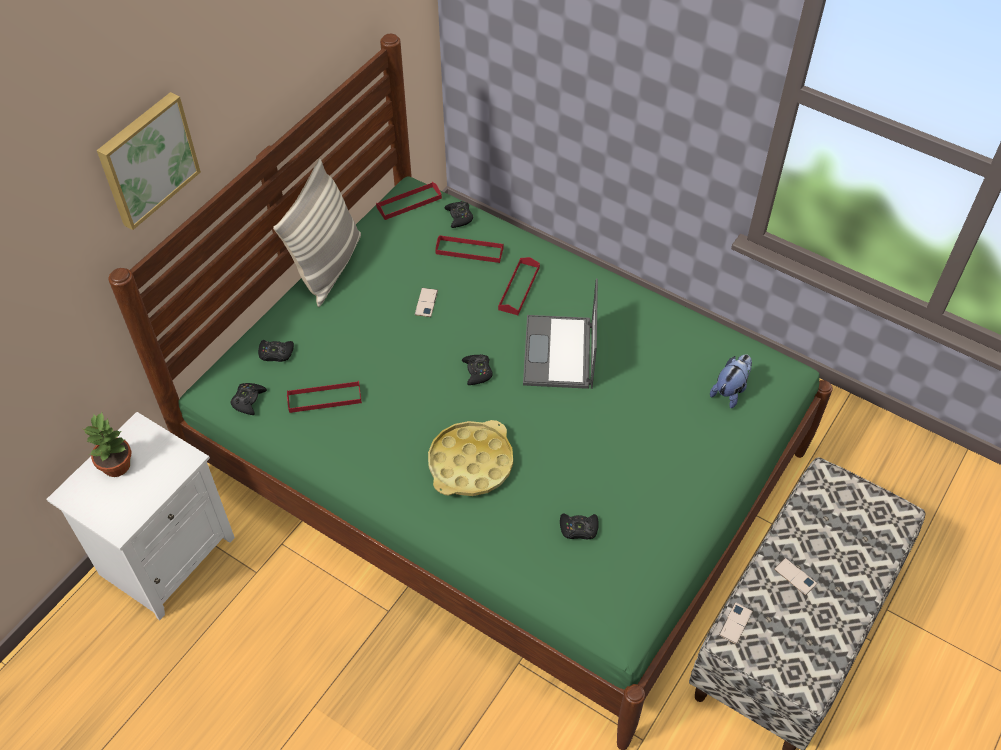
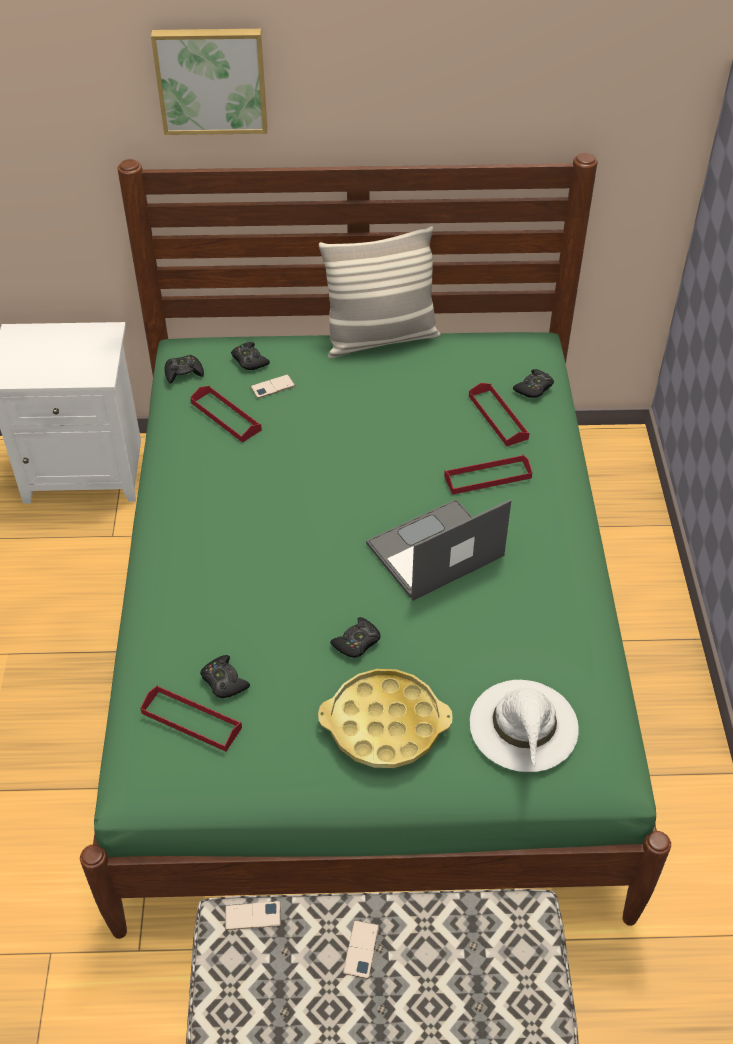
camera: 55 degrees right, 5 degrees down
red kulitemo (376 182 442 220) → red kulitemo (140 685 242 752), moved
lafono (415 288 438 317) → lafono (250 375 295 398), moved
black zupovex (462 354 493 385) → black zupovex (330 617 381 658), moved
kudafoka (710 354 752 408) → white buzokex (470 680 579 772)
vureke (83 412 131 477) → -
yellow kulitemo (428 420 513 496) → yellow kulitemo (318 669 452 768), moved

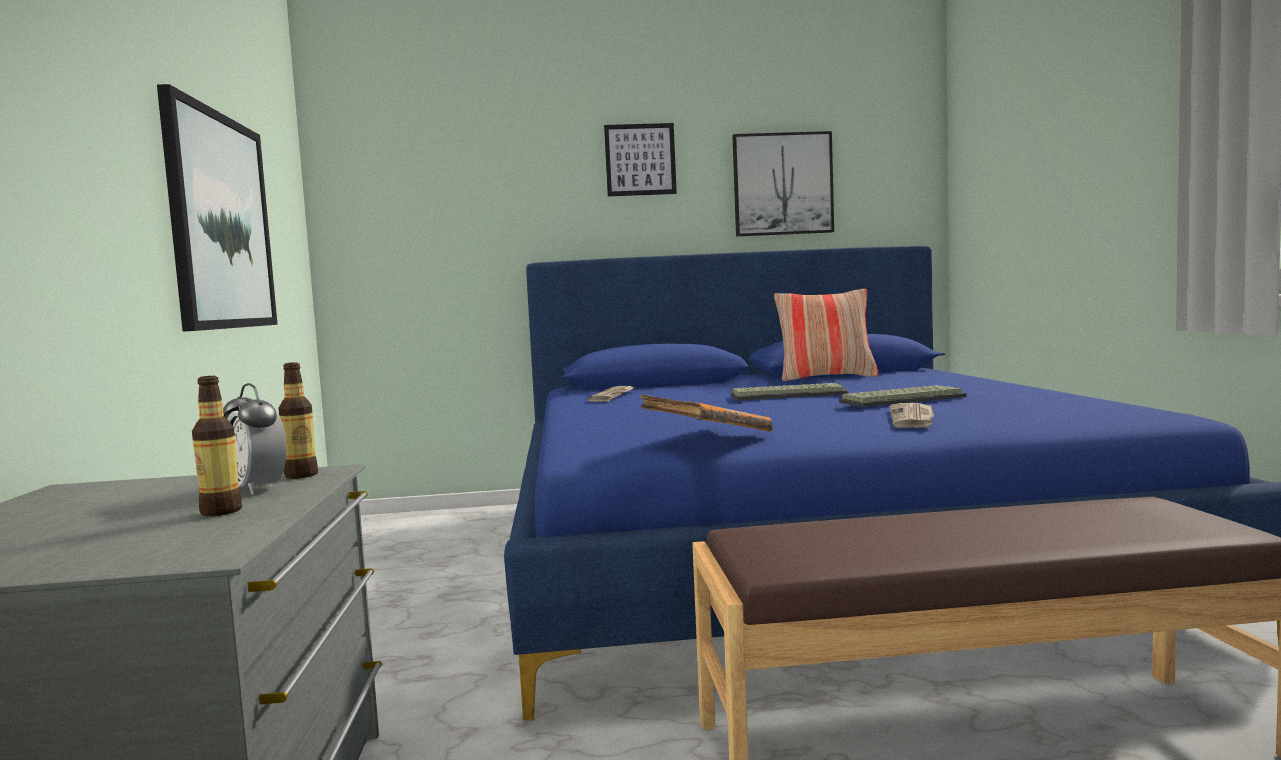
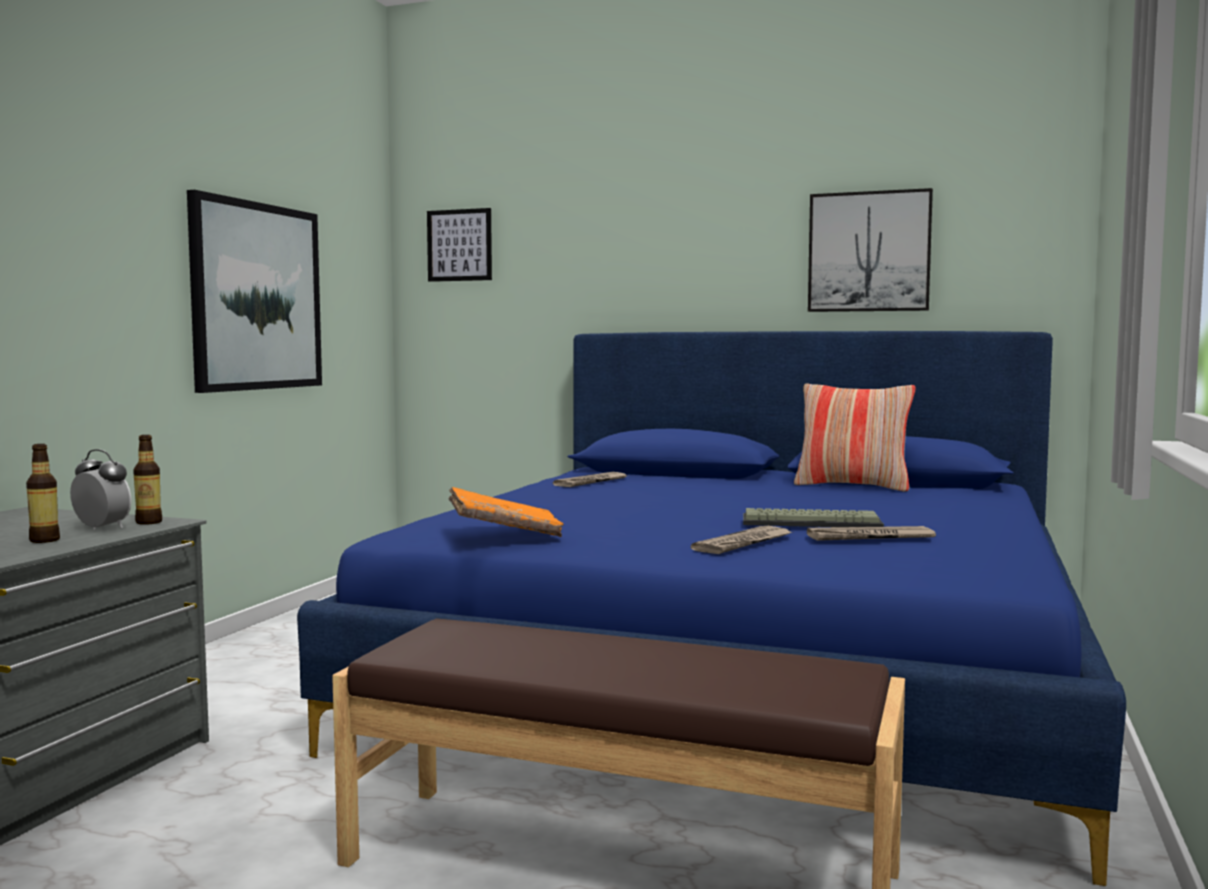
camera: 25 degrees right, 0 degrees up
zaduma (604 123 677 196) → zaduma (427 208 492 282), moved
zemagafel (223 383 286 495) → zemagafel (70 449 132 530), 135 degrees clockwise
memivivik (730 383 848 401) → -
- → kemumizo (807 526 936 541)

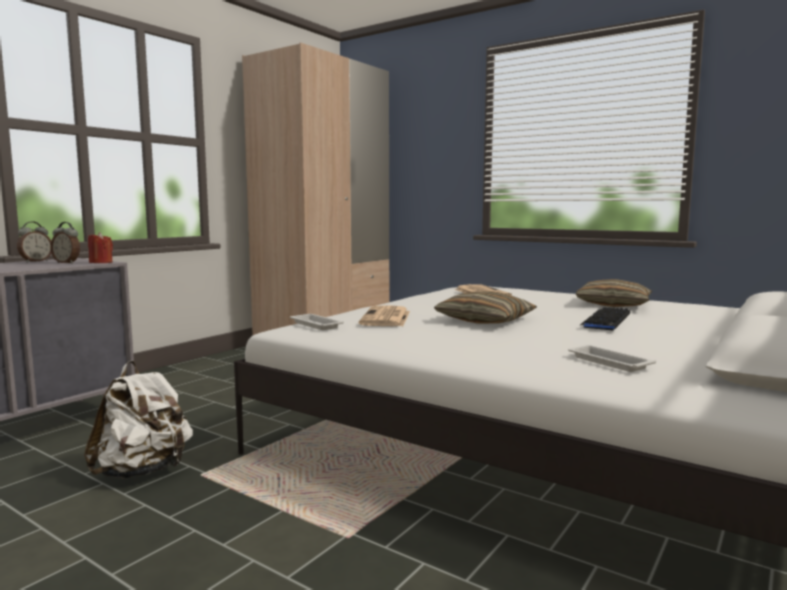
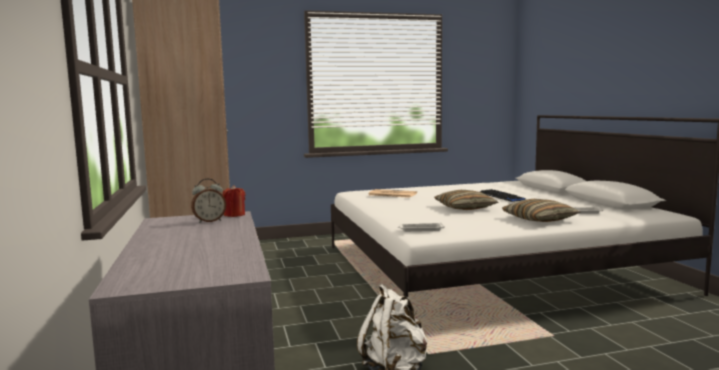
camera: 50 degrees left, 0 degrees up
zemagafel (17 221 51 263) → -
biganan (576 279 652 307) → biganan (502 199 581 222), moved
kemumizo (359 305 410 326) → -

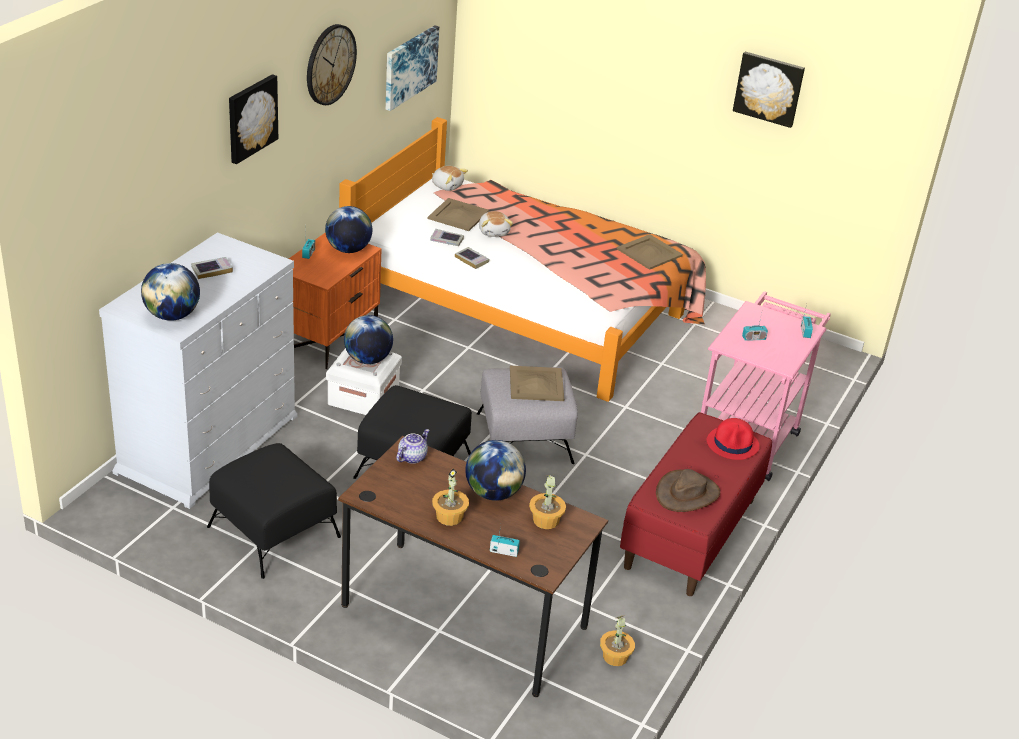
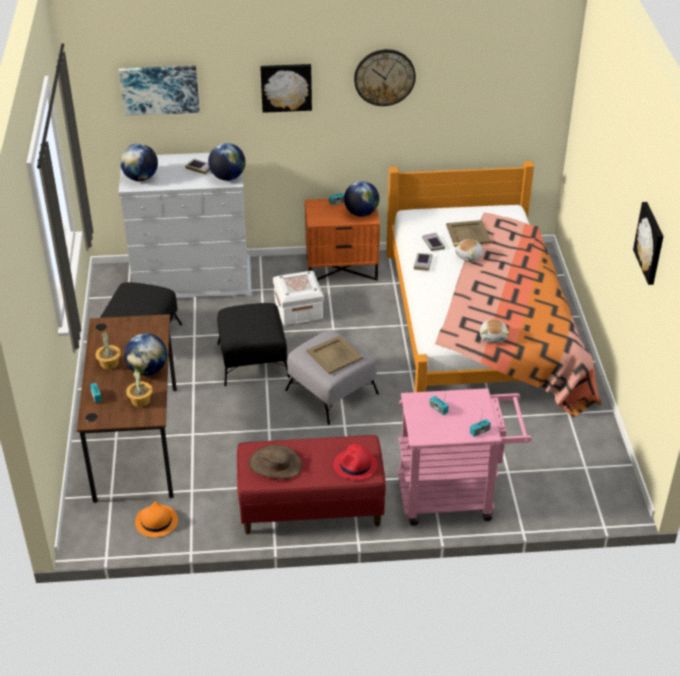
camera: 60 degrees right, 5 degrees up
zaduma (386 25 439 111) → zaduma (119 66 200 116), moved
kudafoka (432 166 468 191) → kudafoka (480 319 509 343), moved
beige kulitemo (617 234 683 270) → -
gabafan (344 315 393 364) → gabafan (208 143 246 181), moved
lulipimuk (396 429 430 464) → -
vureke (600 616 635 666) → orange buzokex (135 502 178 537)

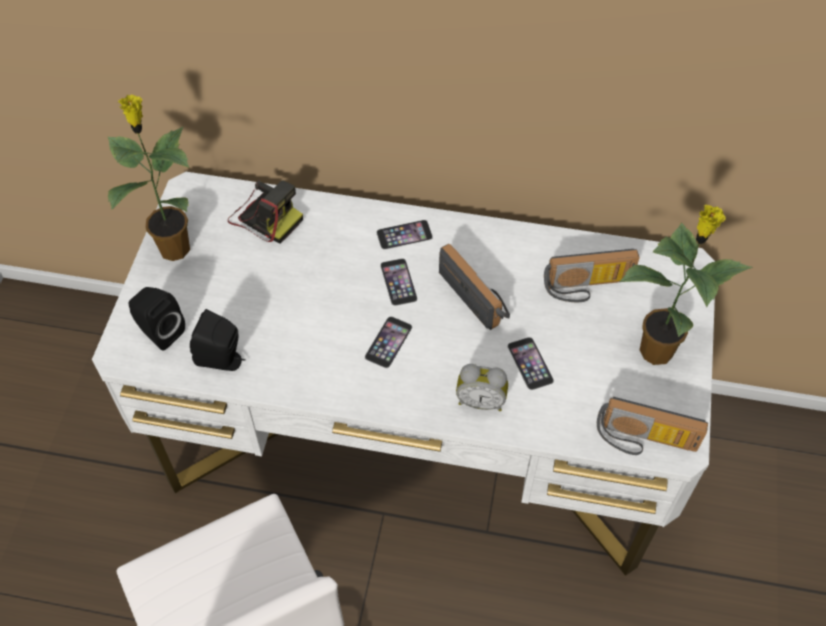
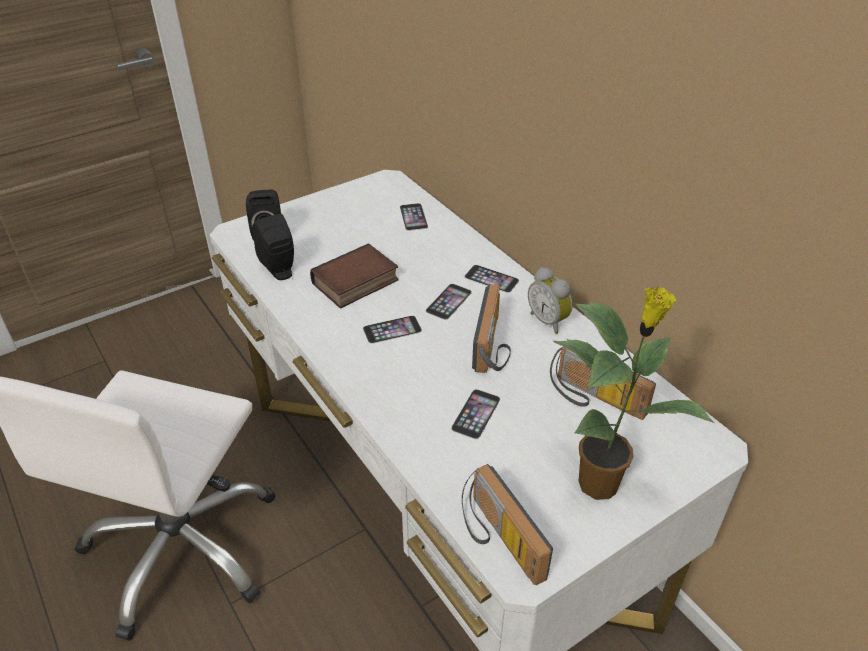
camera: 45 degrees right, 15 degrees down
vureke (108 94 190 261) → -
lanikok (228 180 303 244) → lafono (400 203 428 231)
zemagafel (456 364 508 411) → zemagafel (528 267 573 334), moved
- → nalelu (310 243 399 308)

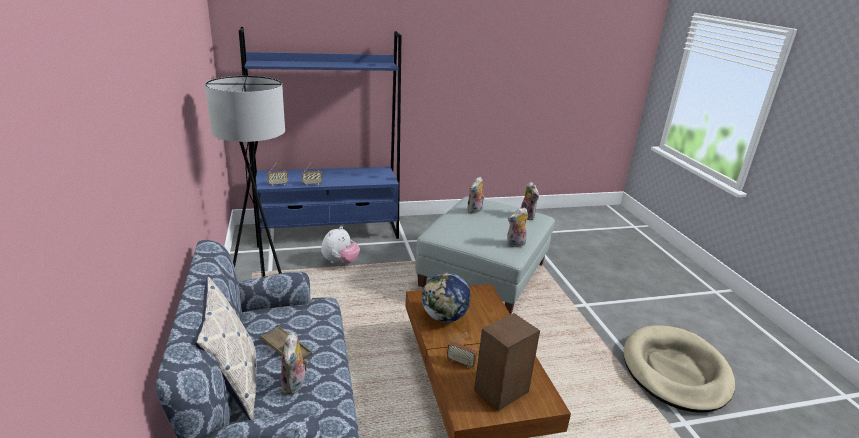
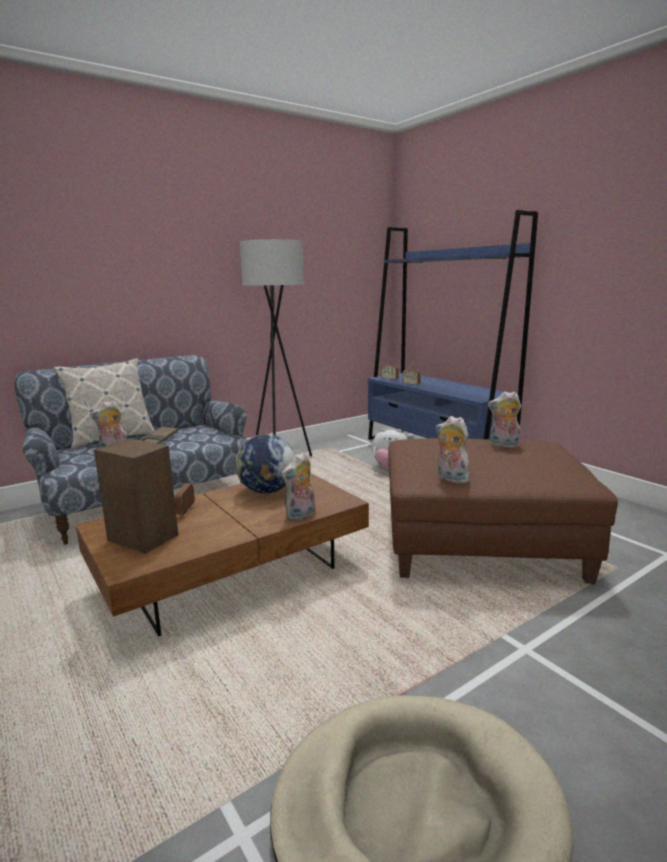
camera: 70 degrees right, 10 degrees down
kudafoka (520 182 539 220) → kudafoka (281 452 315 521), moved
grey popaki (415 197 555 314) → brown popaki (388 438 618 584)

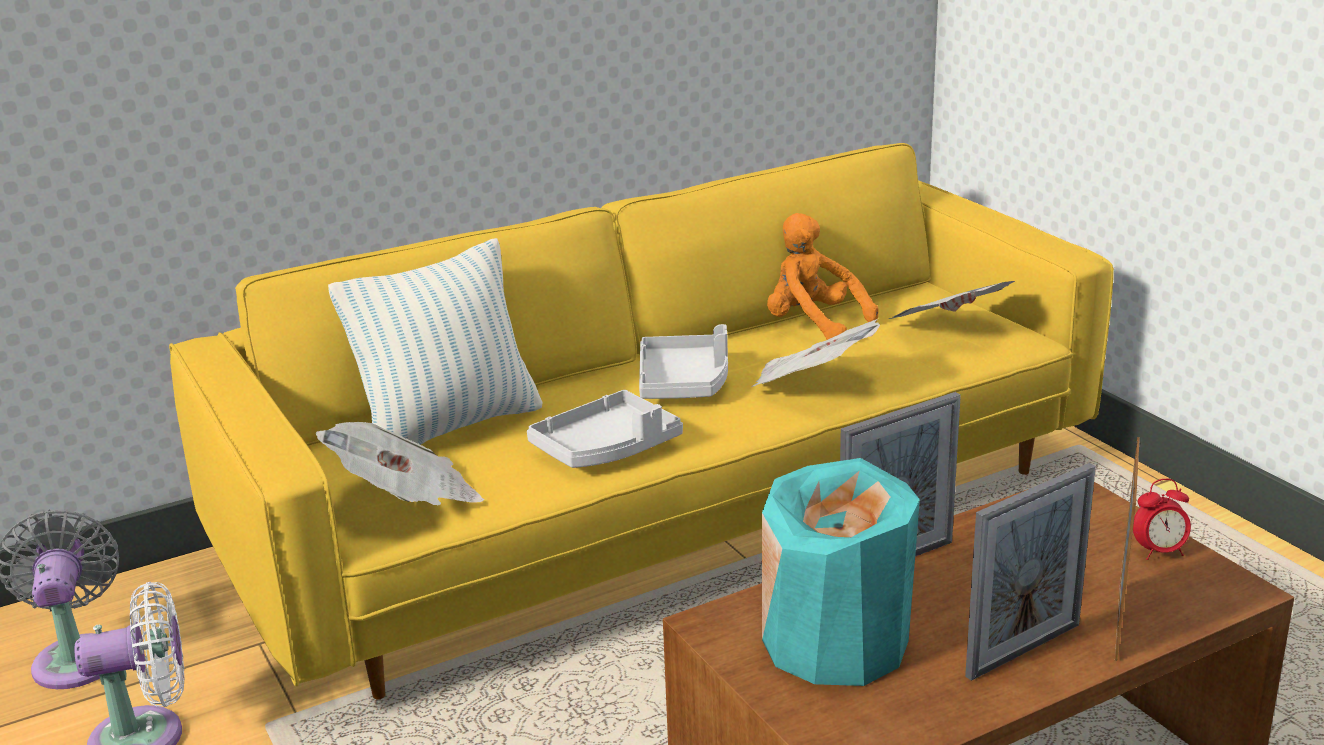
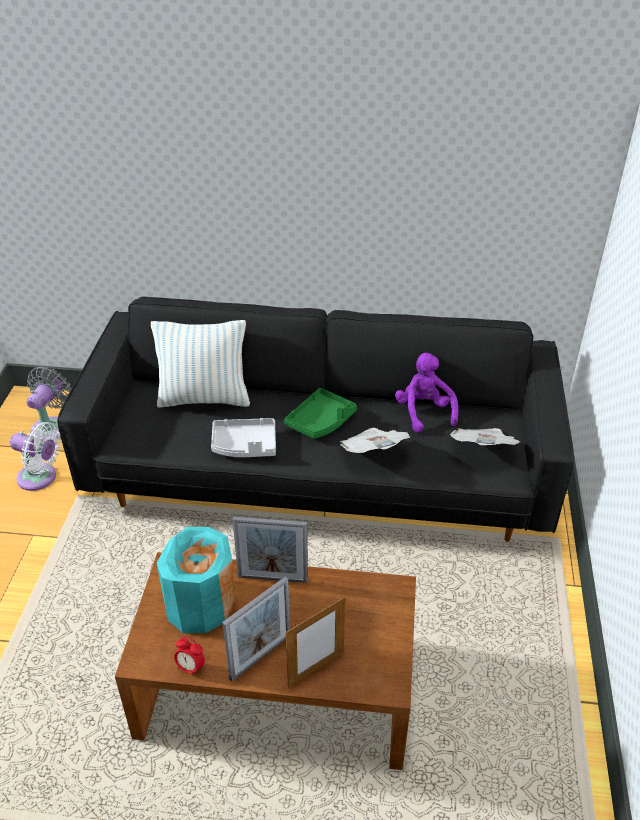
camera: 35 degrees right, 15 degrees up
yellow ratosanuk (169 143 1114 699) → black ratosanuk (57 297 574 542)
orange kudafoka (767 213 879 340) → purple kudafoka (395 353 458 433)
grey kulitemo (639 324 728 399) → green kulitemo (284 388 357 439)
kemumizo (316 422 484 506) → -
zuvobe (965 463 1096 681) → zuvobe (222 576 290 681), 45 degrees counterclockwise
zemagafel (1133 479 1191 560) → zemagafel (174 637 205 677), moved

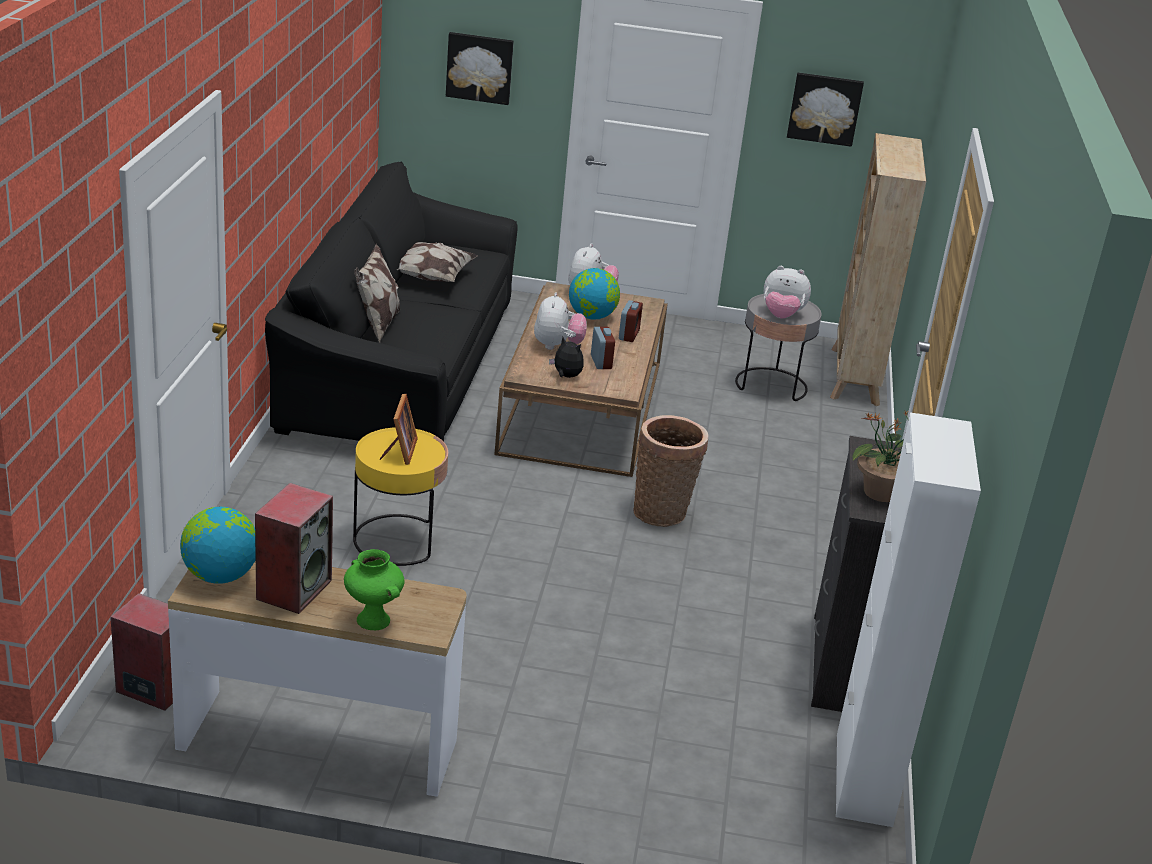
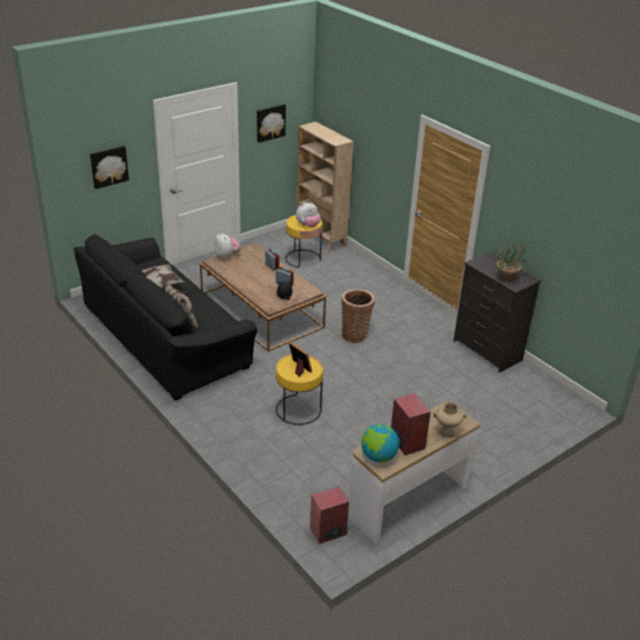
camera: 45 degrees left, 5 degrees up
gabafan (569 268 620 320) → -
kudafoka (534 292 587 350) → -
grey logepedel (735 294 822 401) → yellow logepedel (286 215 322 268)
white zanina (836 412 981 827) → -
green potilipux (344 549 405 630) → beige potilipux (433 401 467 438)

